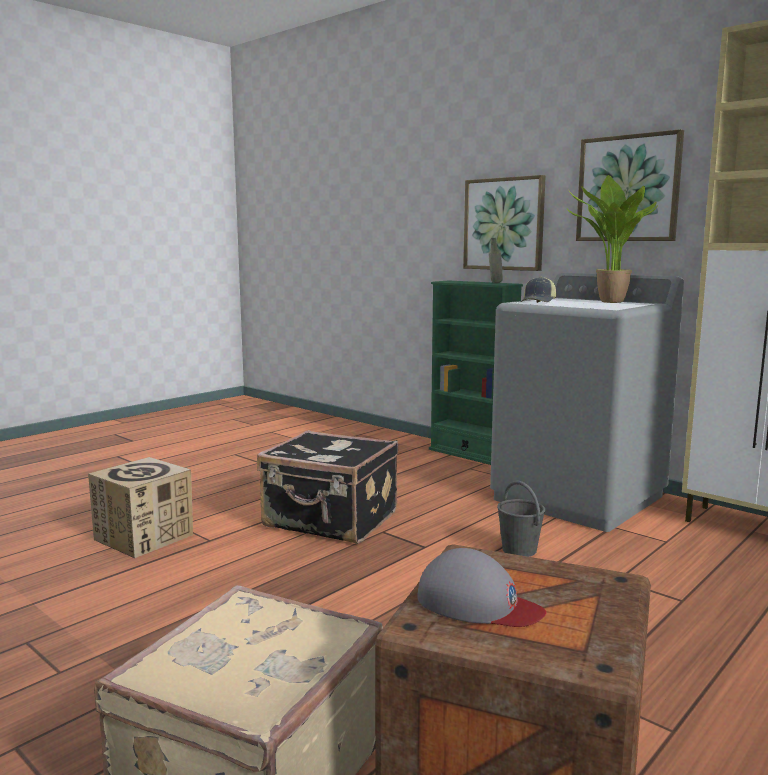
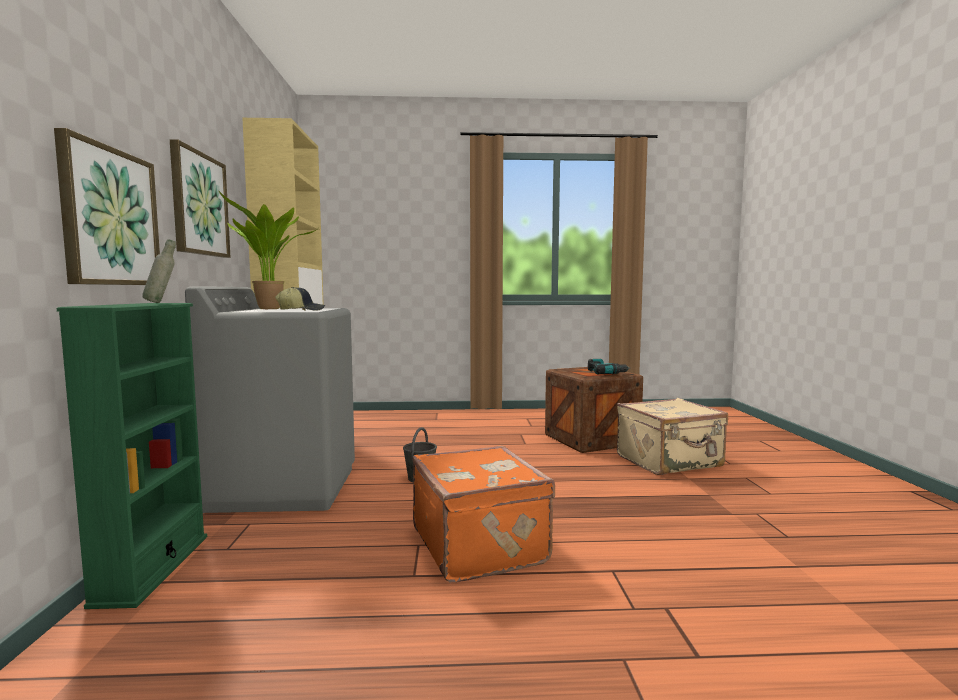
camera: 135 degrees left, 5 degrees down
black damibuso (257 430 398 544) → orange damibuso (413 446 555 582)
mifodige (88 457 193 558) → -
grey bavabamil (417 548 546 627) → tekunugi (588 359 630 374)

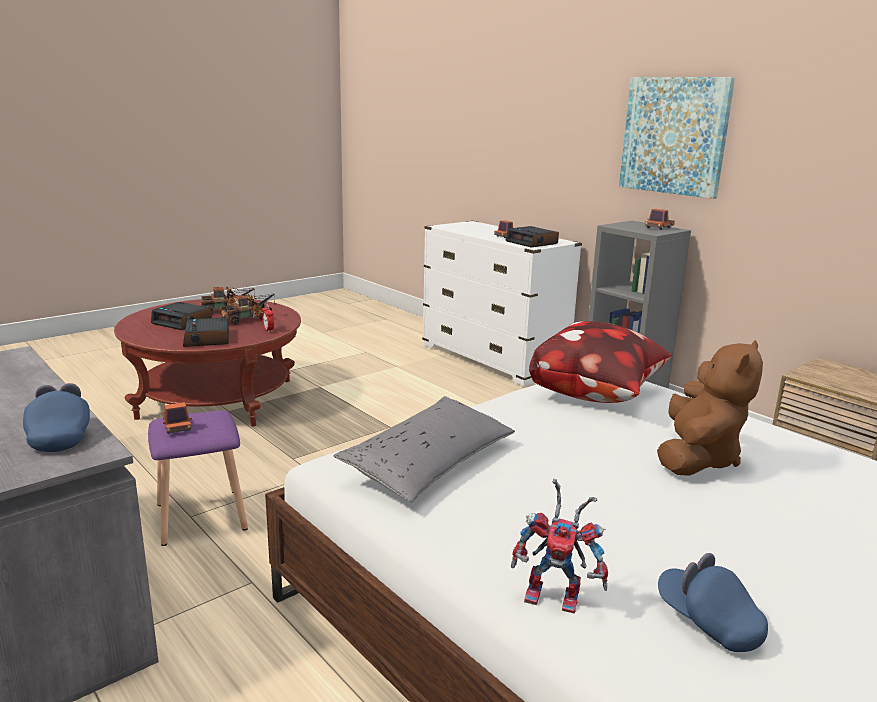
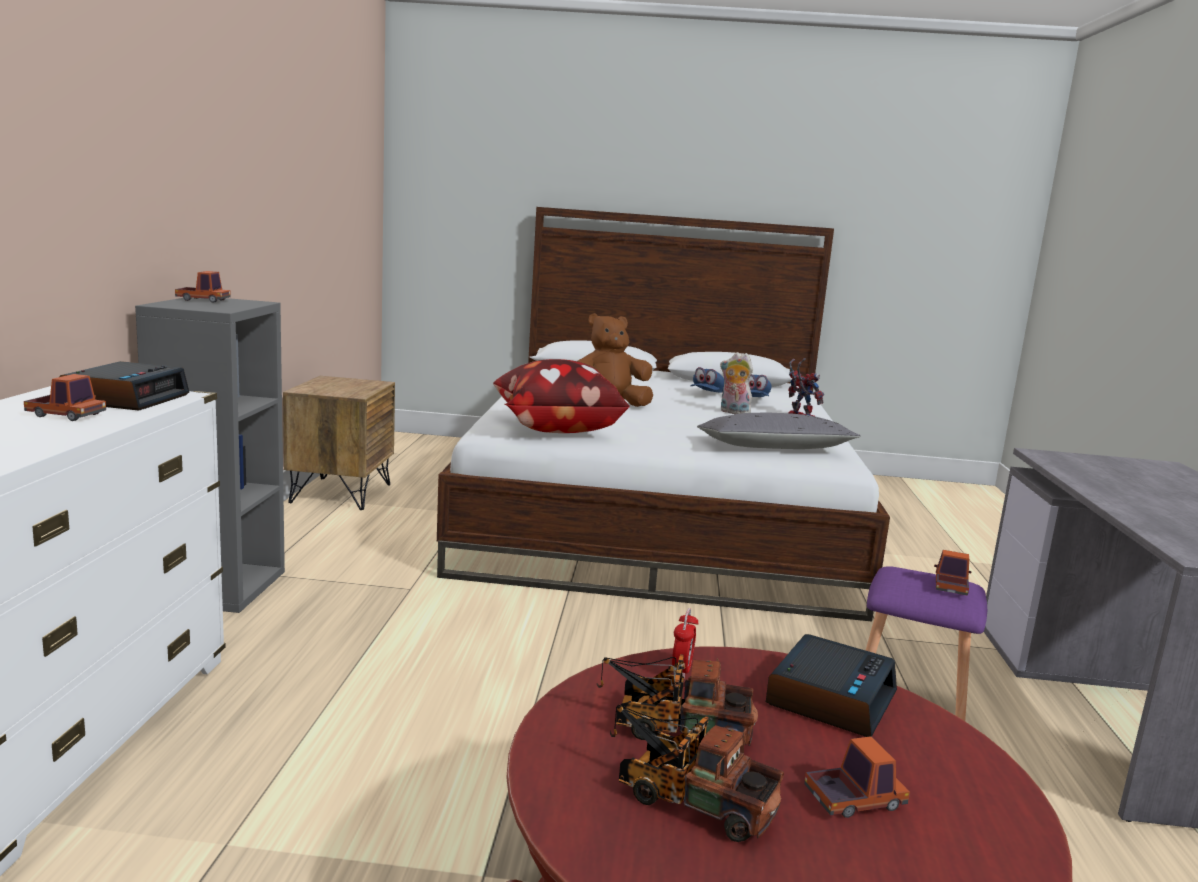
camera: 135 degrees left, 5 degrees down
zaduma (619 77 735 199) → -
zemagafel (151 302 212 330) → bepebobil (804 736 910 818)
blue bavabamil (23 383 90 452) → blue bavabamil (690 367 724 393), moved
- → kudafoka (720 352 753 414)

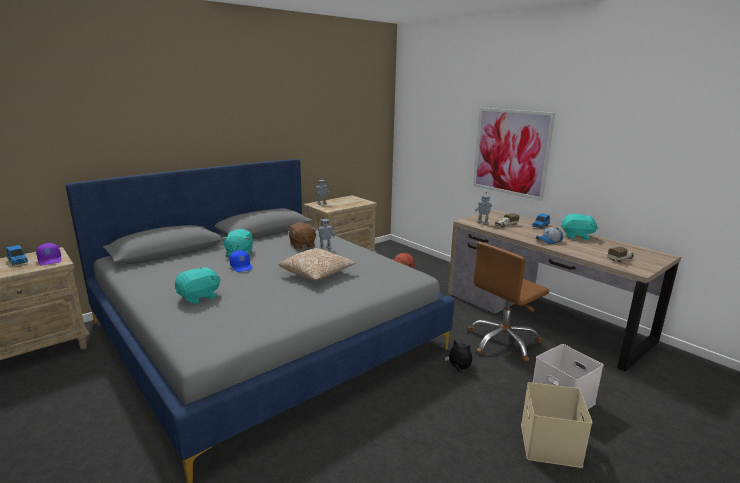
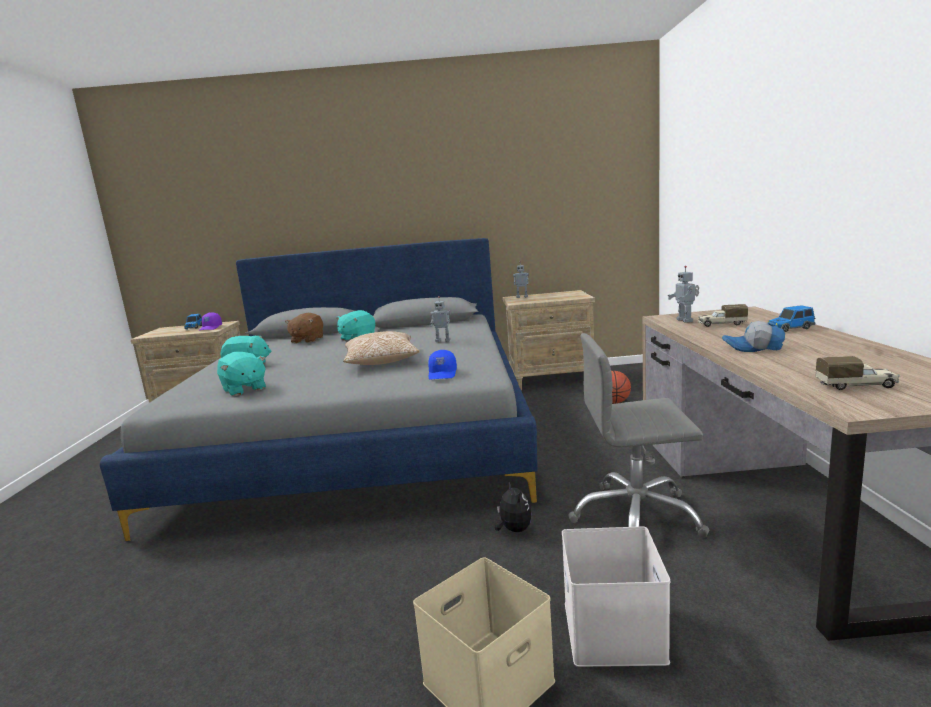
camera: 40 degrees right, 5 degrees down
zaduma (473 108 555 201) → -
turquoise kudafoka (561 214 598 240) → turquoise kudafoka (217 352 266 396), moved
brown kudafoka (289 222 317 249) → brown kudafoka (285 313 323 343), moved
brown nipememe (467 242 549 362) → grey nipememe (568 333 710 538)
blue bavabamil (230 250 253 272) → blue bavabamil (428 350 457 379), moved

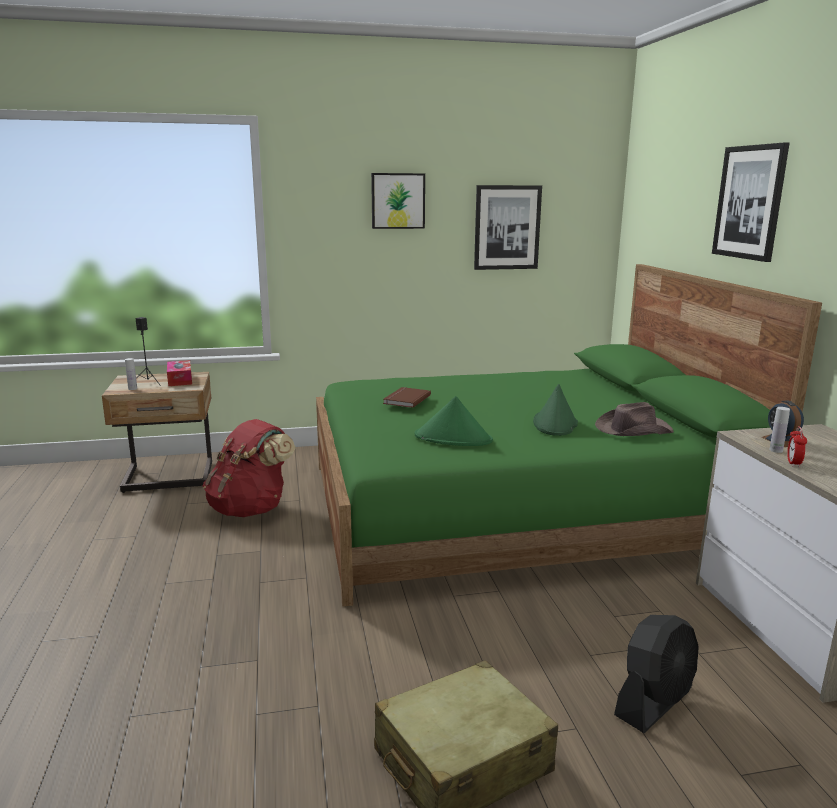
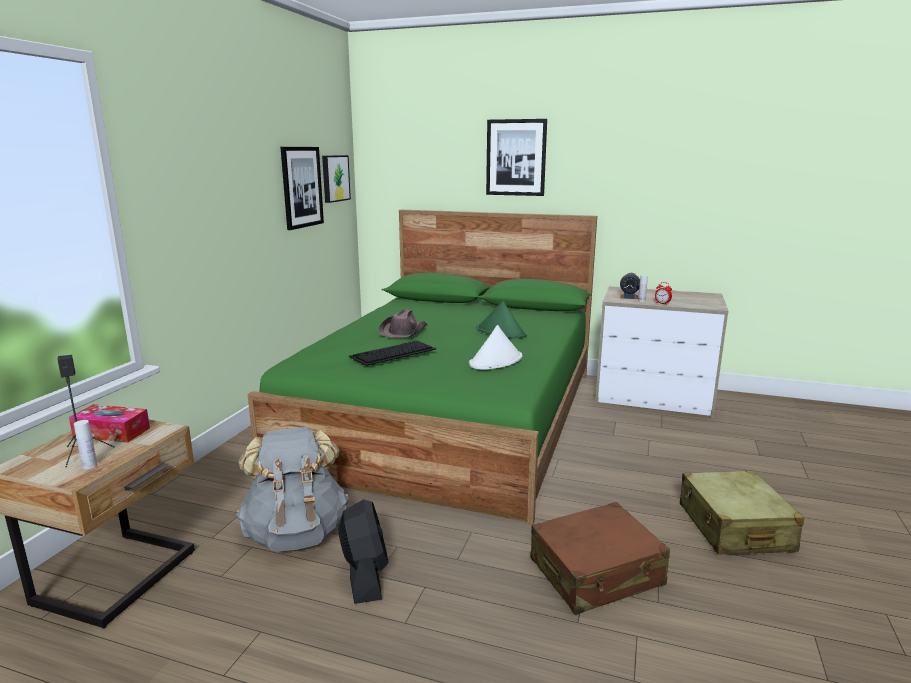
camera: 60 degrees left, 0 degrees up
zaduma (371 173 425 229) → zaduma (322 155 351 203), moved
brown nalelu (383 387 431 408) → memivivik (349 341 436 366)
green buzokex (415 396 493 446) → white buzokex (469 325 522 370)
brown buzokex (595 402 674 436) → brown buzokex (378 309 427 338), moved
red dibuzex (203 419 296 517) → grey dibuzex (236 427 349 552)
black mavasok (614 615 699 733) → black mavasok (338 499 389 604), moved
- → brown damibuso (530 502 670 615)

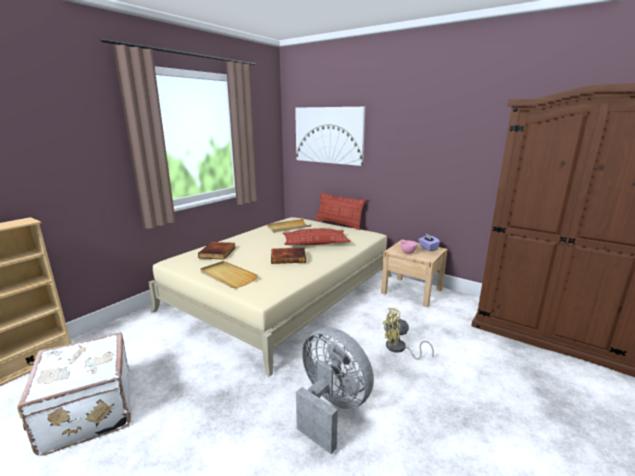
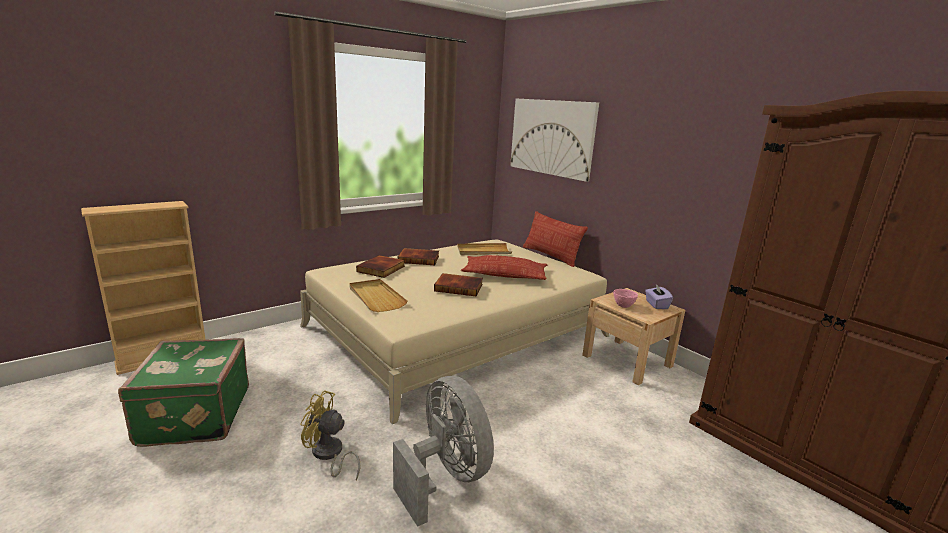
camera: 15 degrees right, 0 degrees up
yellow mavasok (383 308 434 360) → yellow mavasok (300 390 361 480), moved
white damibuso (17 332 131 456) → green damibuso (118 338 249 447)
- → nalelu (398 248 439 265)

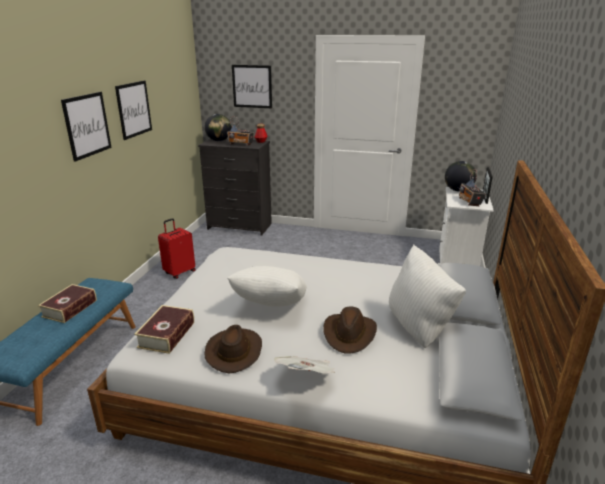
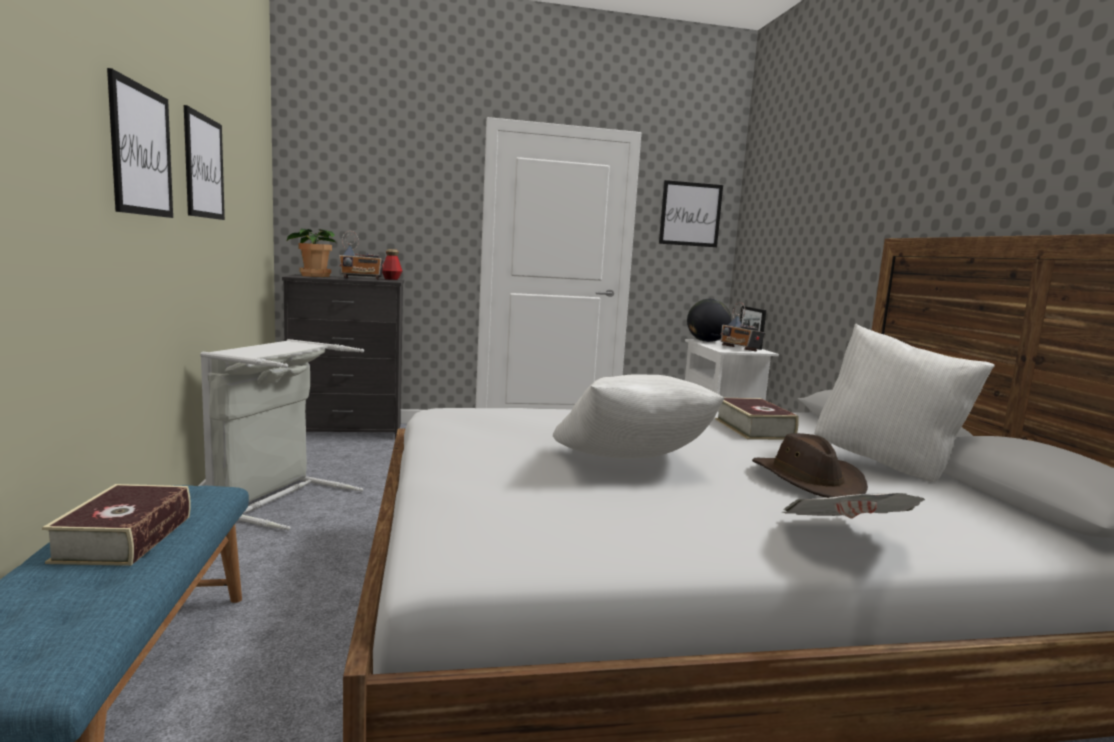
camera: 25 degrees left, 15 degrees down
zaduma (232 65 272 108) → zaduma (659 180 723 247), moved
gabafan (205 114 232 141) → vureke (286 229 336 277)
red damibuso (158 218 196 279) → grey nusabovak (200 339 364 531)
nalelu (134 305 194 354) → nalelu (715 398 799 440), moved
brown buzokex (205 325 262 373) → -

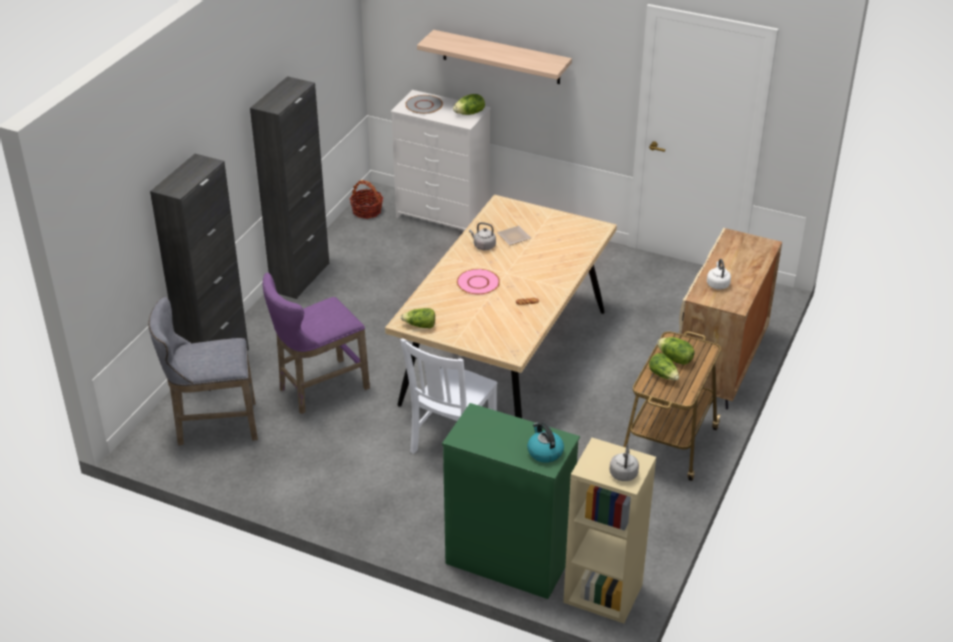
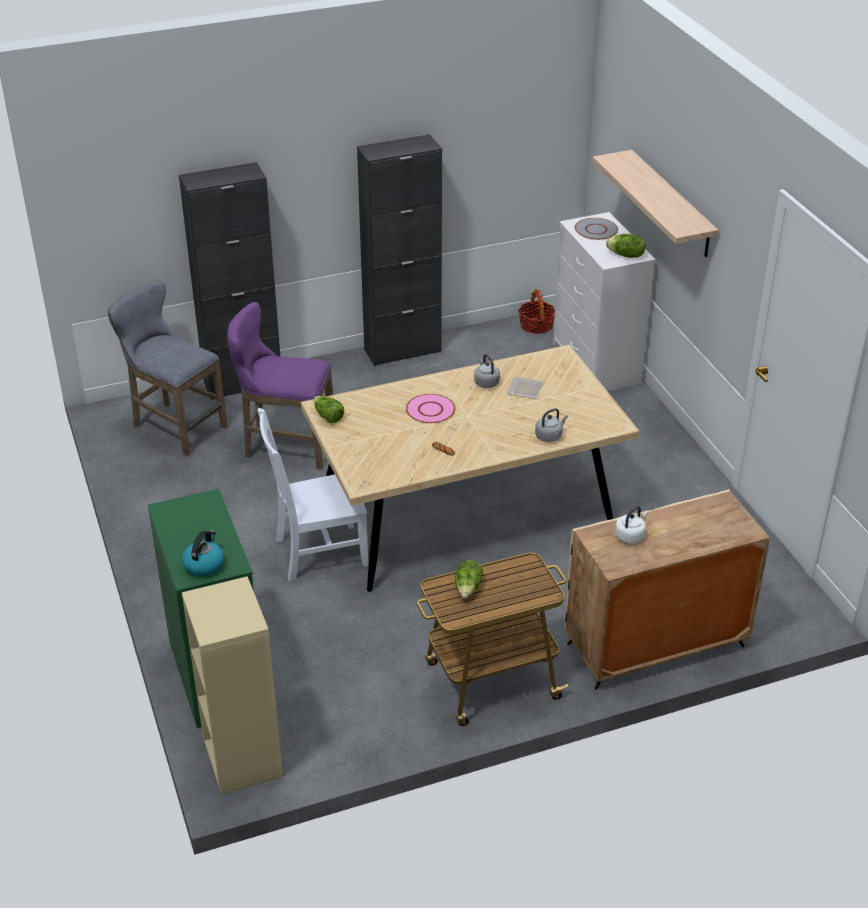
camera: 45 degrees right, 0 degrees up
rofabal (657 337 695 365) → -
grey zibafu (610 444 639 481) → grey zibafu (535 408 568 442), moved

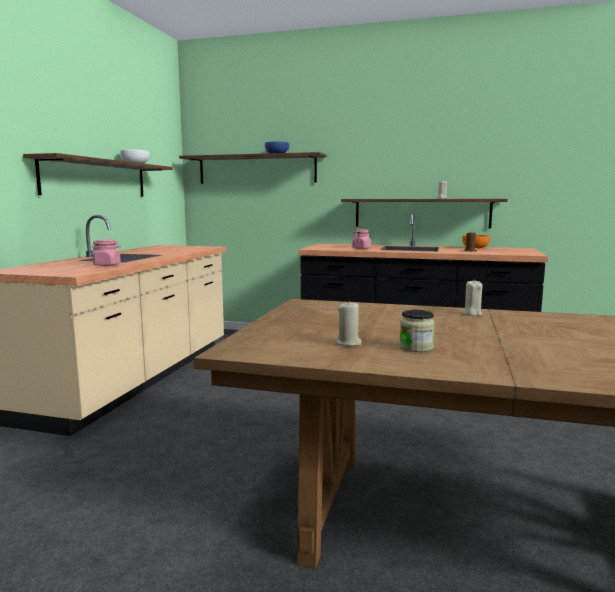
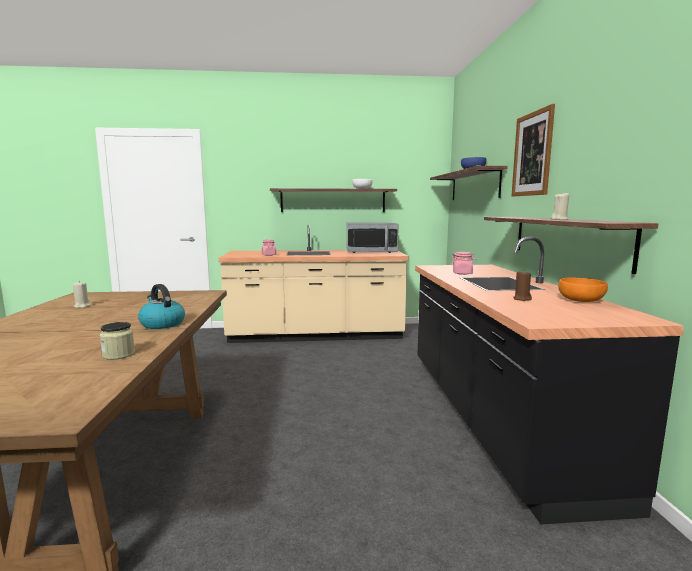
camera: 70 degrees right, 0 degrees up
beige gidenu (462 280 483 316) → zibafu (138 284 185 329)
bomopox (399 310 435 352) → bomopox (100 322 135 360), moved
- → zaduma (512 104 555 196)
- → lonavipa (347 223 399 253)

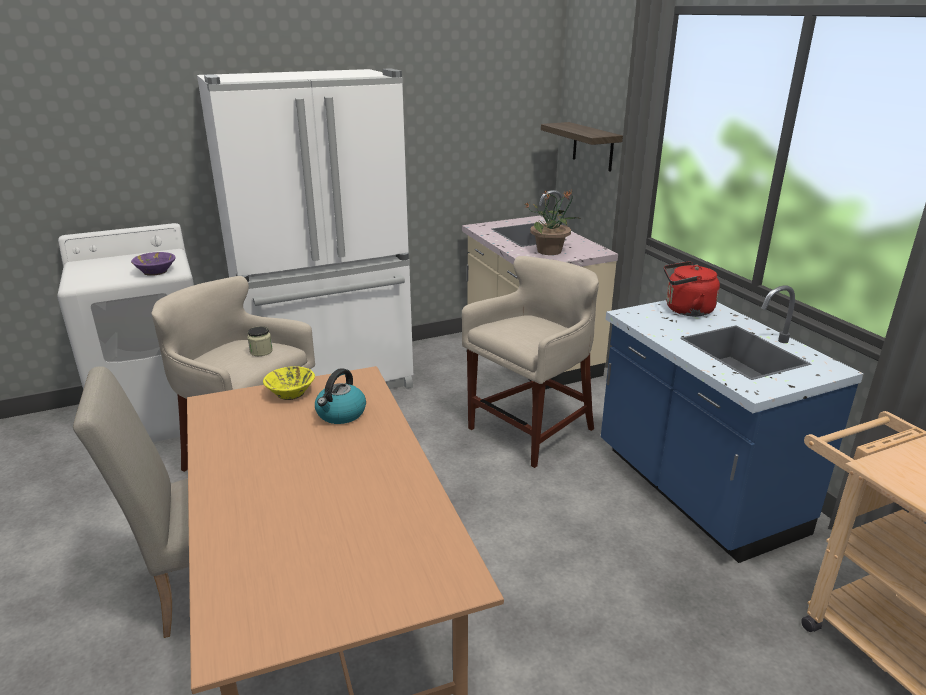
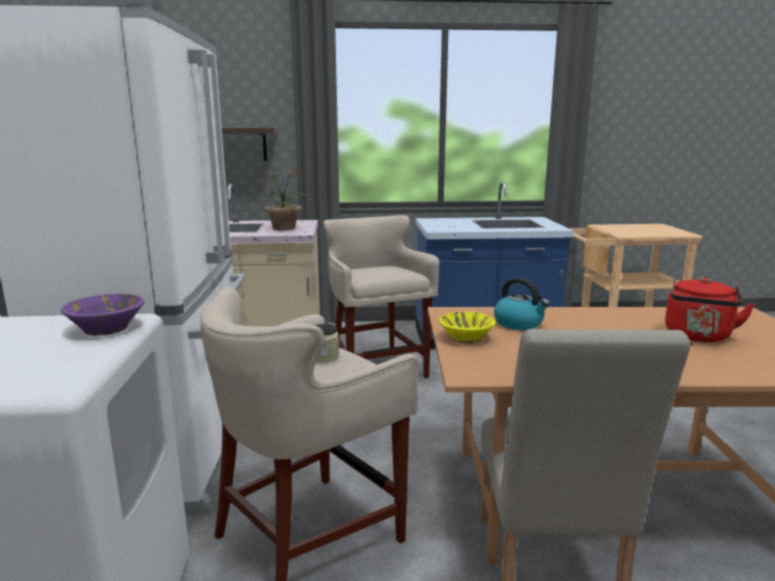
camera: 70 degrees left, 10 degrees down
red zibafu (664 261 720 316) → red zibafu (665 277 755 342), moved

